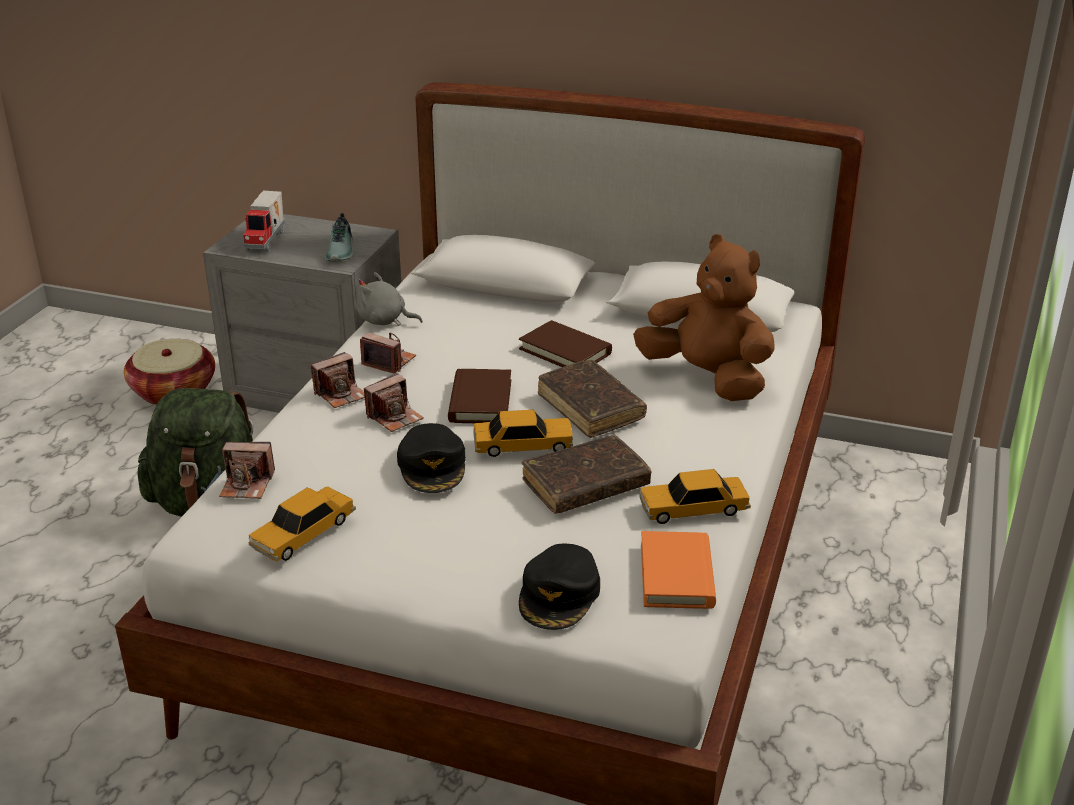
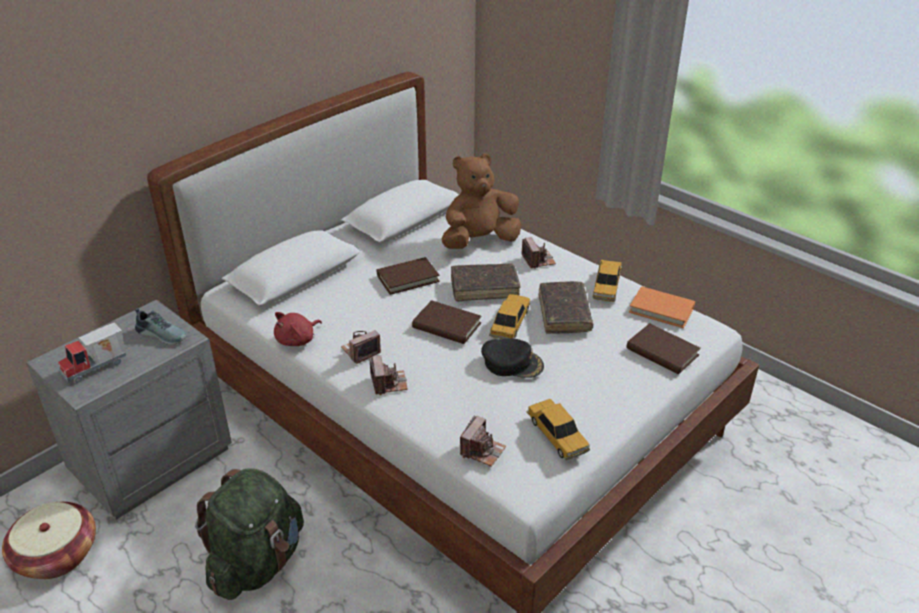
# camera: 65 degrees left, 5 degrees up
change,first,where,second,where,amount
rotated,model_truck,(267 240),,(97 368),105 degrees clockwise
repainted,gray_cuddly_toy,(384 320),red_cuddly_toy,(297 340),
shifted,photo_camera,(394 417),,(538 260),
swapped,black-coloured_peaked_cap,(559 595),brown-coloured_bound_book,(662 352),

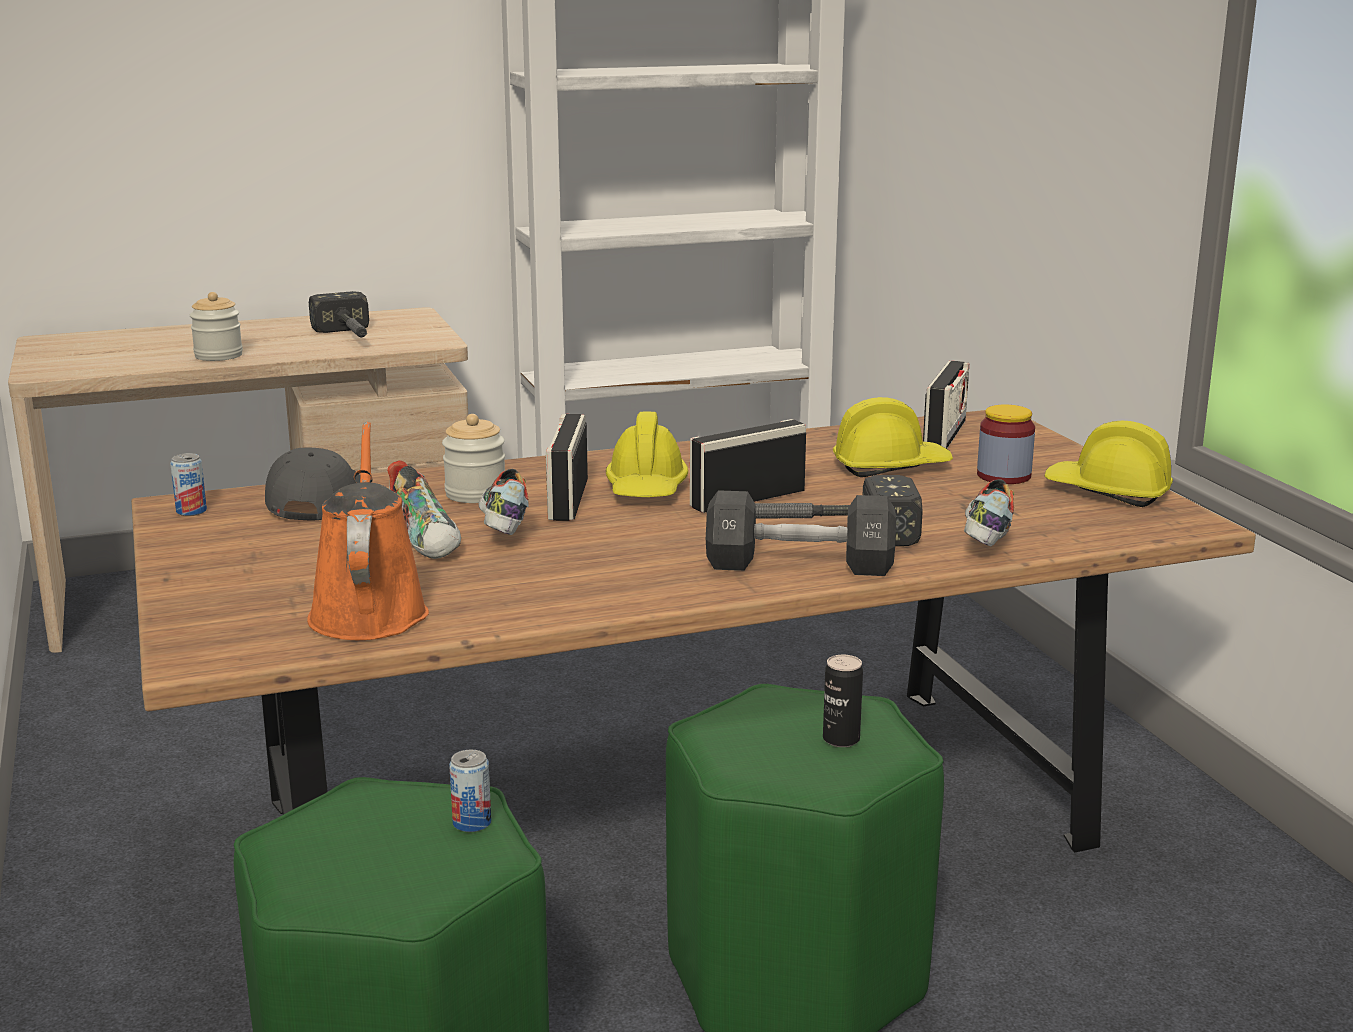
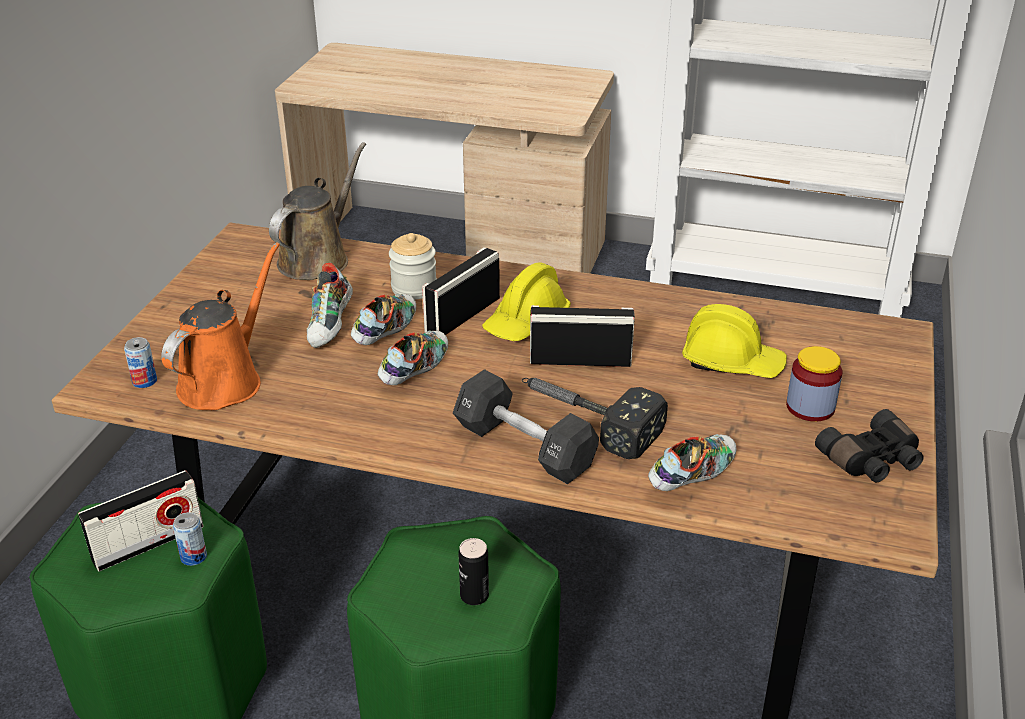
# camera: 35 degrees right, 15 degrees up
change,first,where,second,where,amount
shifted,sealed_can,(191 511),,(144 381),
gone,jar,(218 355),,,
swapped,gray_peaked_cap,(313 499),brown-coloured_sprinkling_can,(317 259),
gone,hammer,(350 337),,,
shifted,radio,(944 435),,(148 543),
swapped,yellow_safety_helmet,(1107 492),black-coloured_pair_of_binoculars,(872 461),
new,,,low_shoe,(415 371),

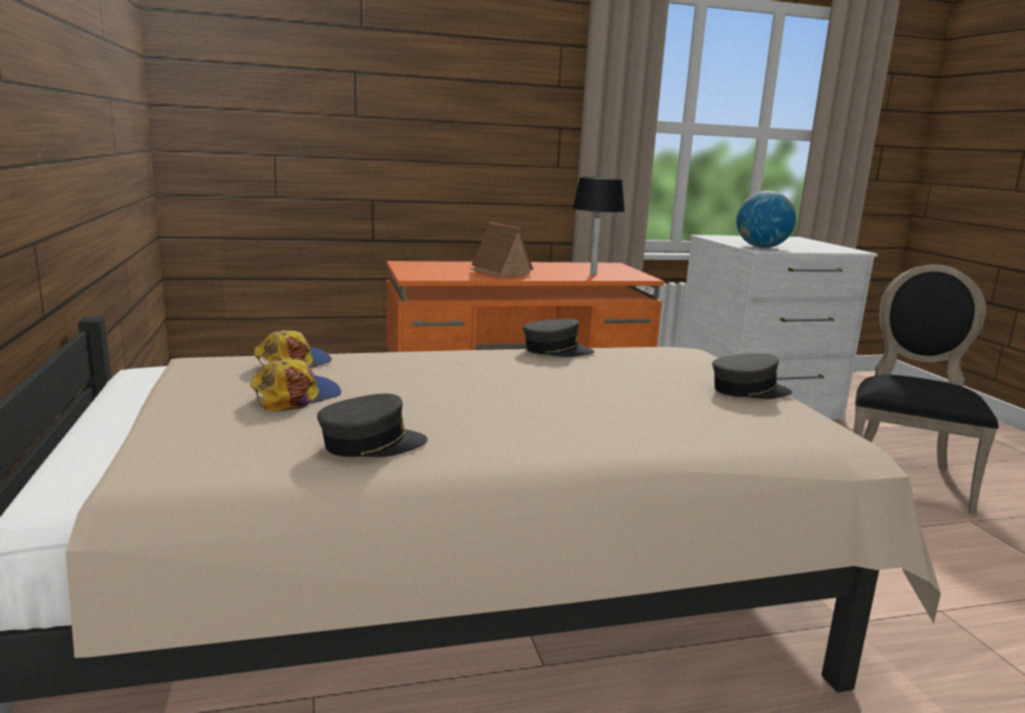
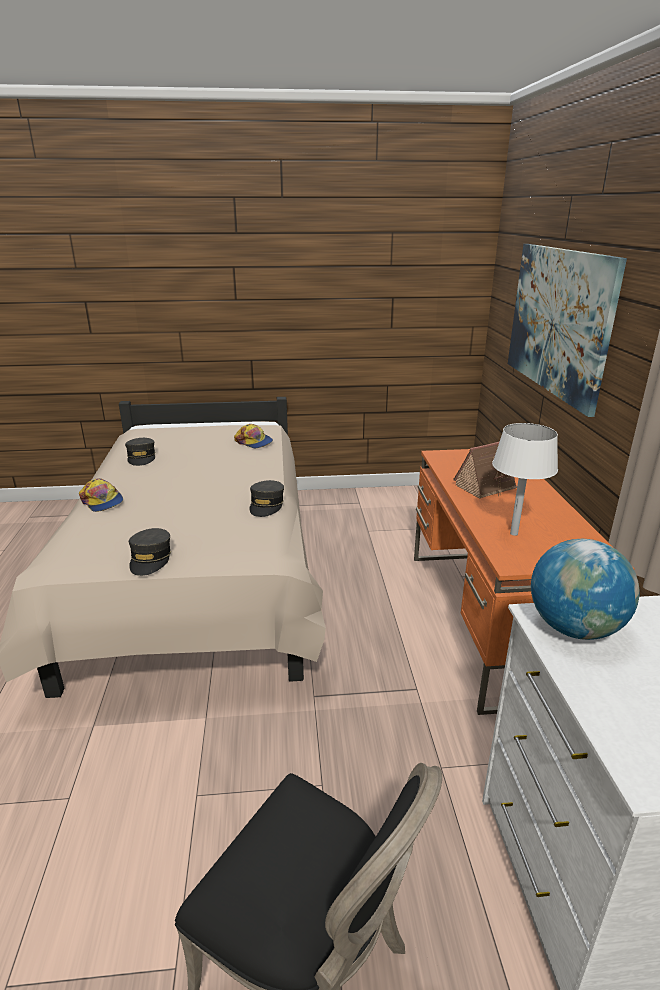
# camera: 100 degrees right, 10 degrees up
change,first,where,second,where,amount
shifted,peaked_cap,(296 396),,(102 501),
repainted,black-coloured_lamp_for_a_table,(593 274),white_lamp_for_a_table,(514 534),
new,,,wall_art,(558 321),

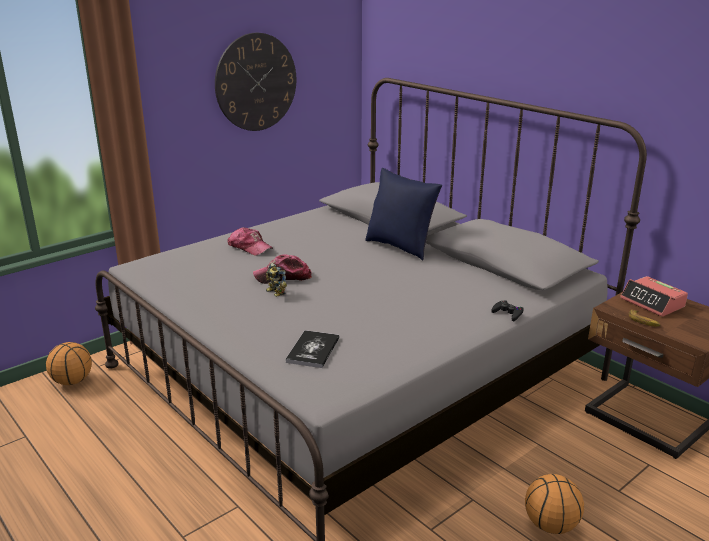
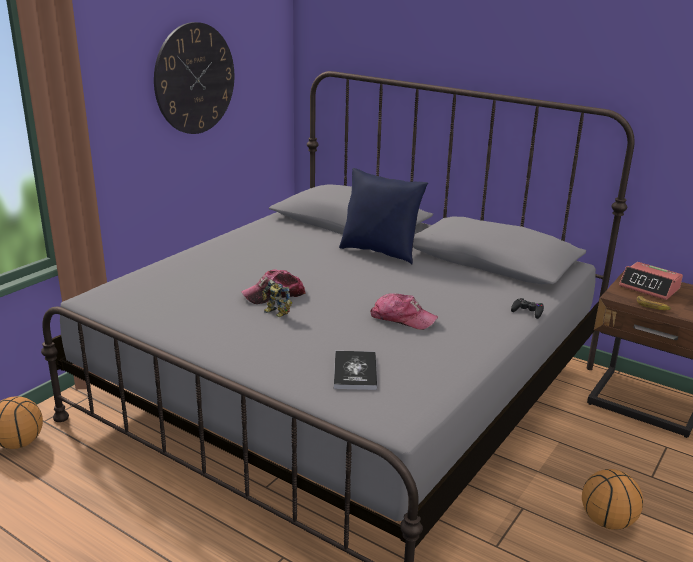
# camera: 15 degrees left, 0 degrees up
change,first,where,second,where,amount
shifted,peaked_cap,(249 247),,(402 318),

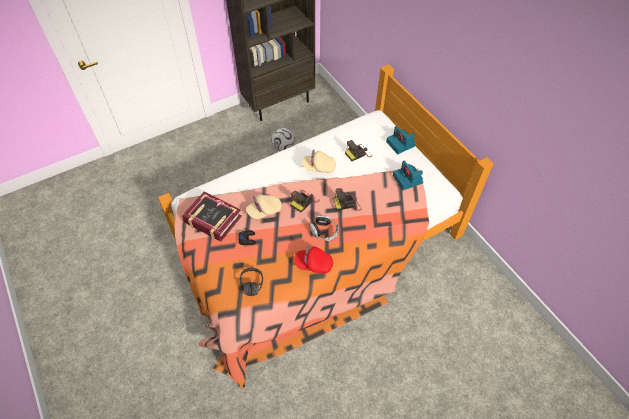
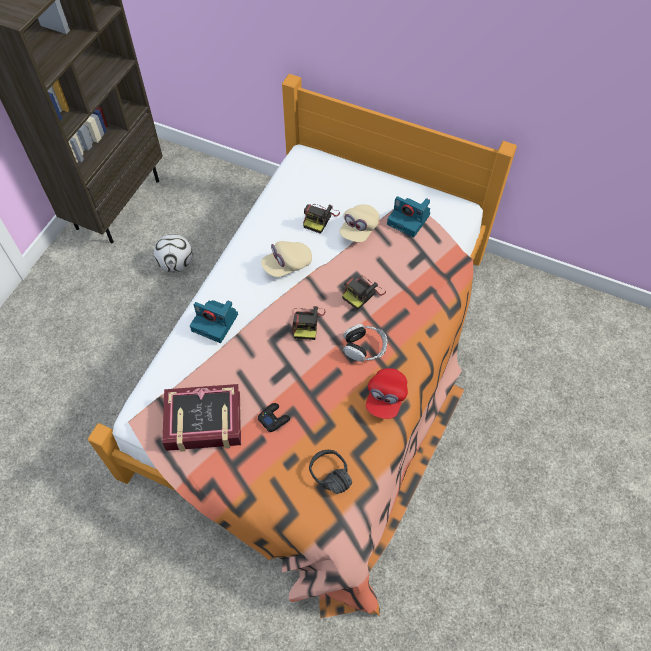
# camera: 35 degrees left, 5 degrees up
change,first,where,second,where,amount
shifted,beige-coloured_peaked_cap,(264 211),,(359 229),
rotated,red_peaked_cap,(313 264),,(385 398),45 degrees counterclockwise
shifted,photo_camera,(401 144),,(216 322),

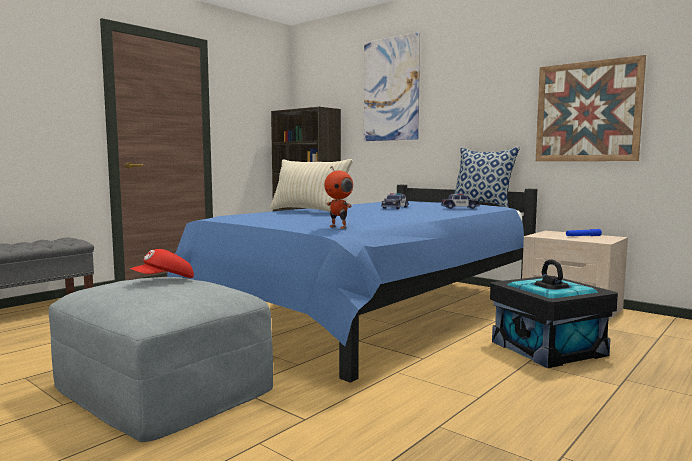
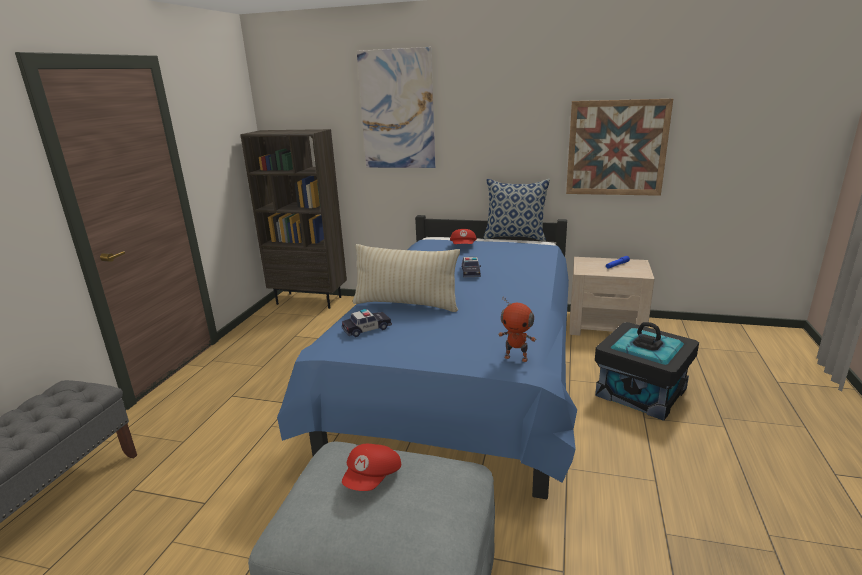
# camera: 25 degrees left, 15 degrees up
change,first,where,second,where,amount
shifted,toy_car,(460 207),,(367 329),
new,,,red_peaked_cap,(463 247),

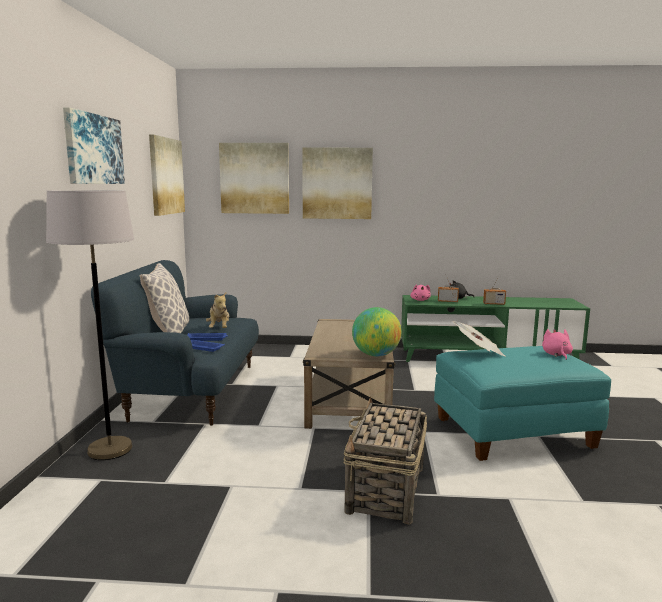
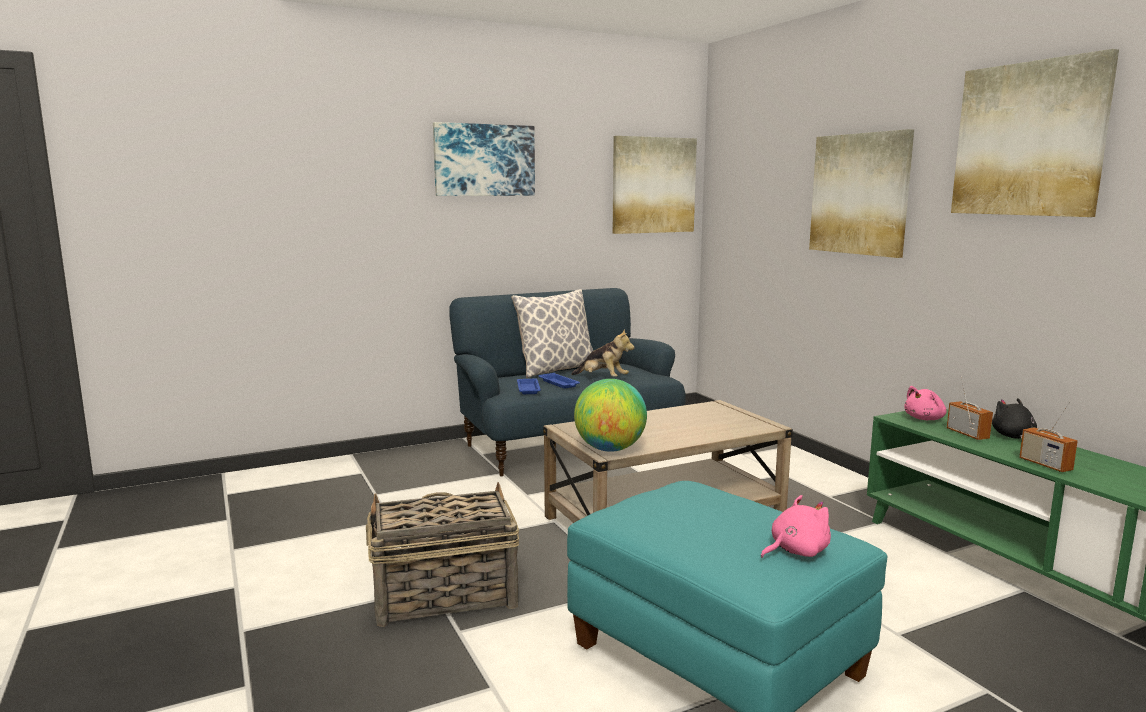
# camera: 60 degrees right, 0 degrees up
change,first,where,second,where,amount
gone,gray_standing_lamp,(110 449),,,
rotated,cuddly_toy,(219 328),,(602 379),105 degrees counterclockwise
shifted,wall_art,(254 178),,(1029 139),
gone,newspaper,(478 352),,,

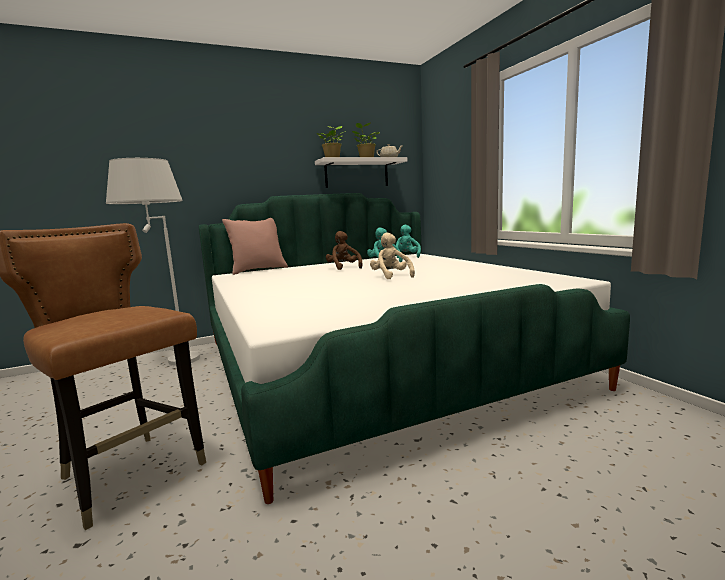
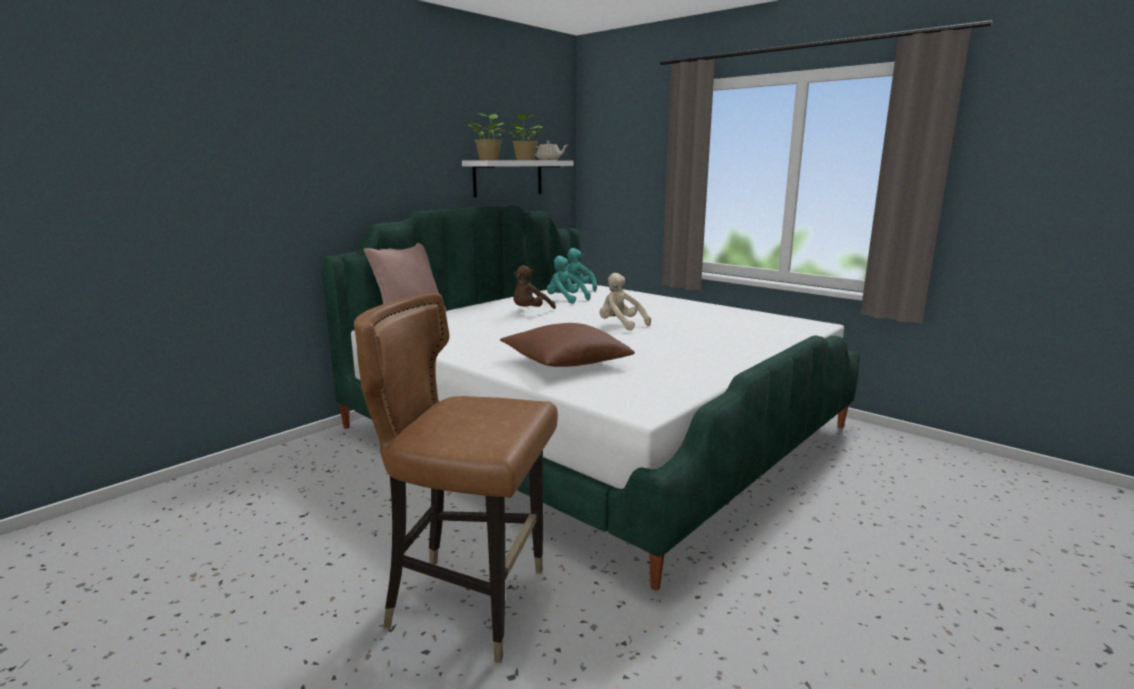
# camera: 25 degrees left, 5 degrees up
change,first,where,second,where,amount
gone,white_standing_lamp,(170 366),,,
rotated,brown-coloured_cuddly_toy,(343 268),,(530 311),90 degrees counterclockwise
new,,,brown-coloured_pillow,(565 362),

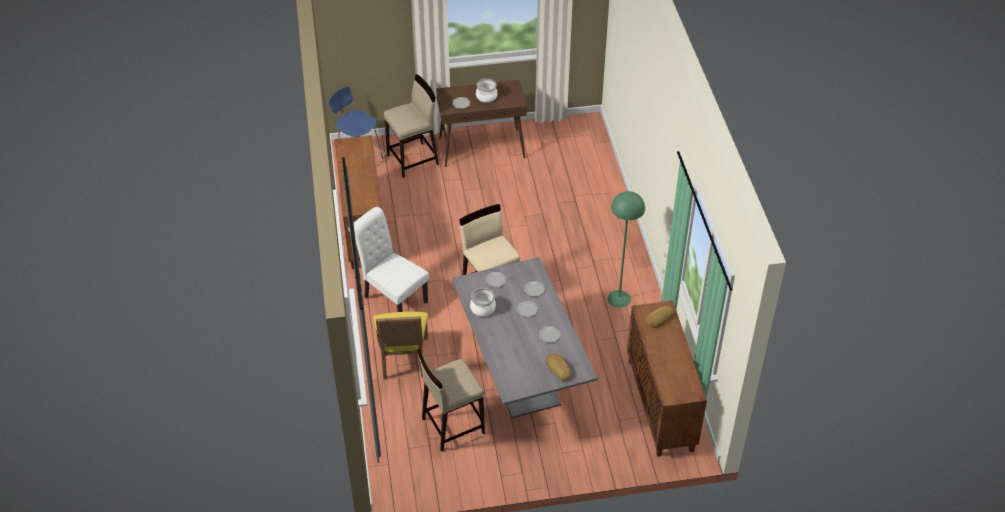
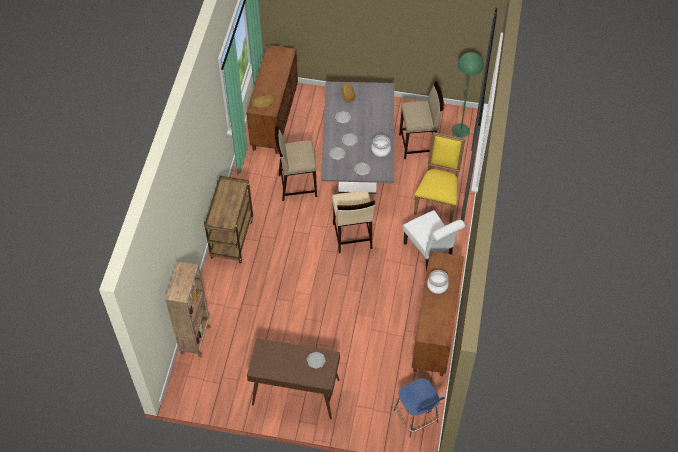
# camera: 160 degrees left, 10 degrees up
change,first,where,second,where,amount
shifted,beige-coloured_stool_seat,(413 160),,(297 185),
shifted,saucepot,(486 96),,(437 286),
shifted,green-coloured_standing_lamp,(619 299),,(461 130),
new,,,brown-coloured_bookshelf,(196 339),
new,,,brown-coloured_wheeled_cart,(231 237),

